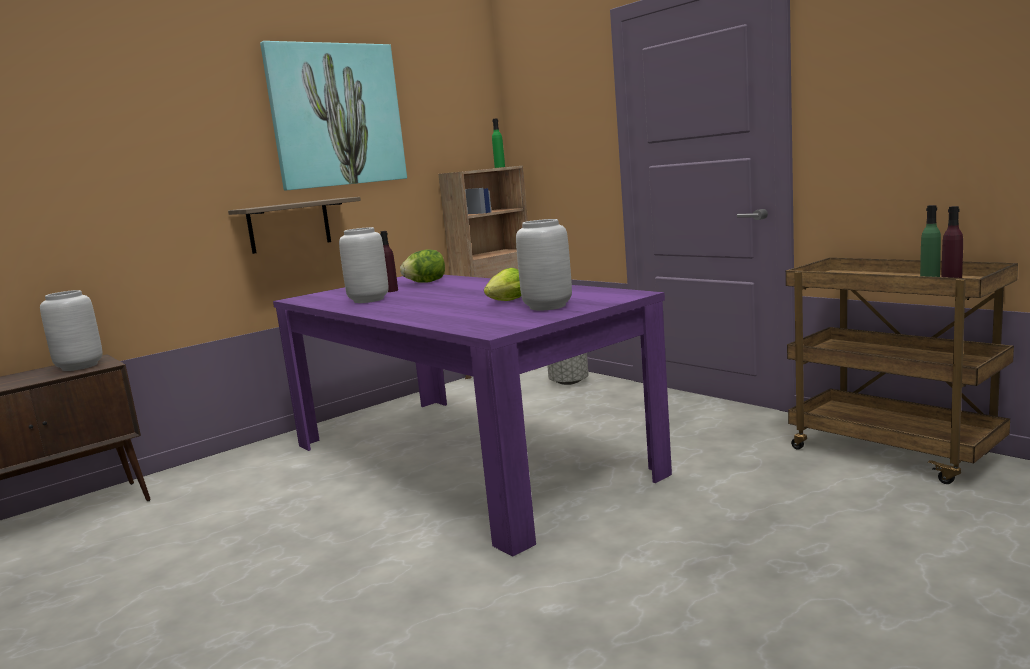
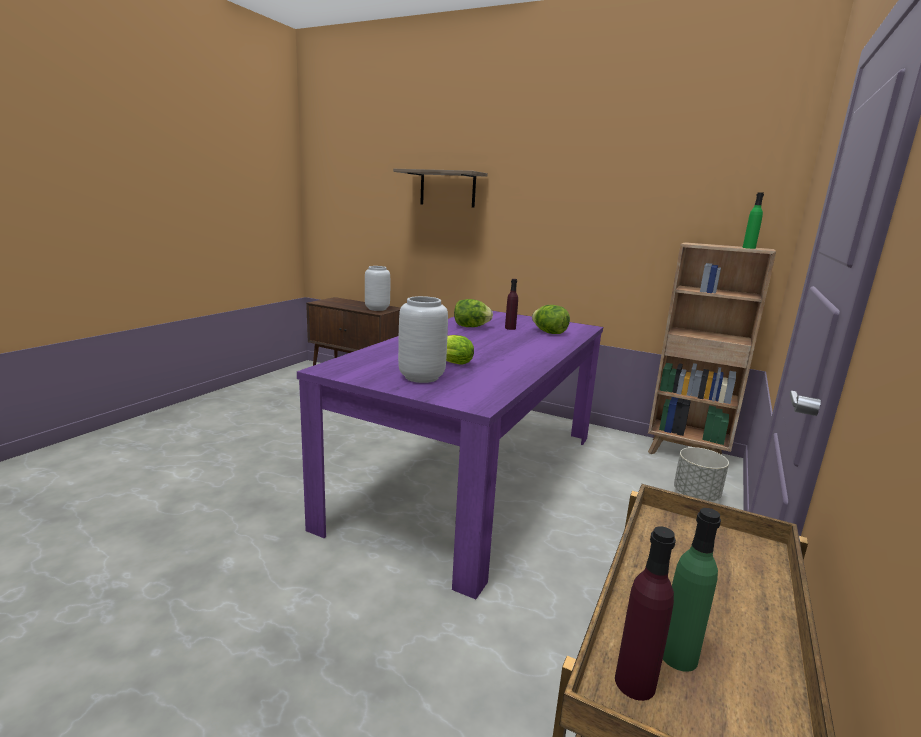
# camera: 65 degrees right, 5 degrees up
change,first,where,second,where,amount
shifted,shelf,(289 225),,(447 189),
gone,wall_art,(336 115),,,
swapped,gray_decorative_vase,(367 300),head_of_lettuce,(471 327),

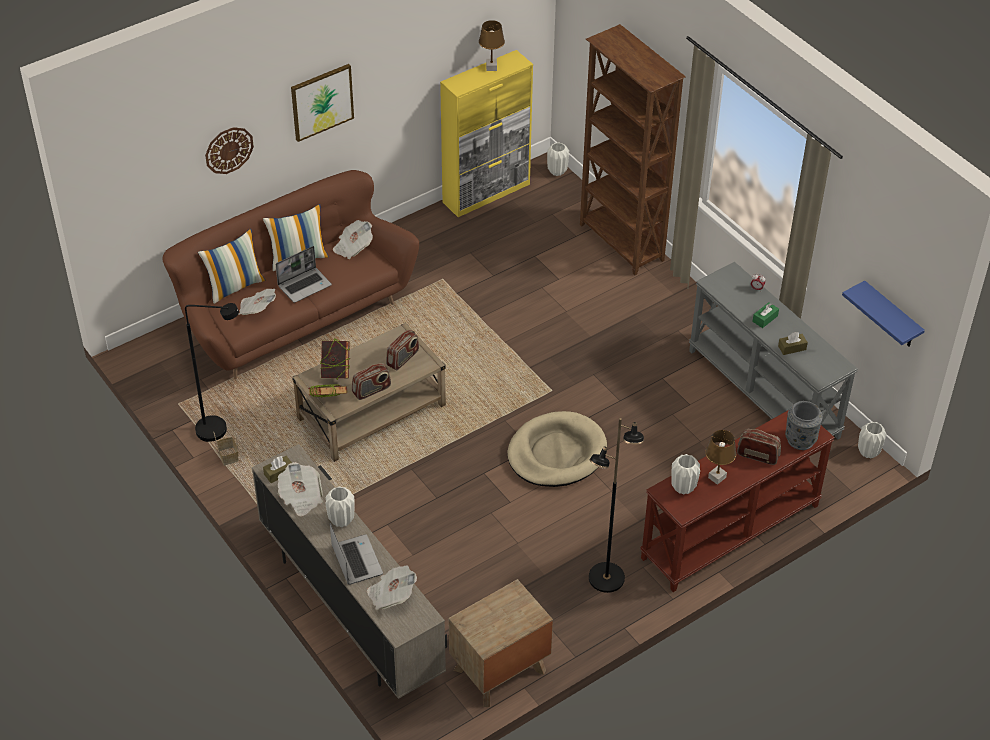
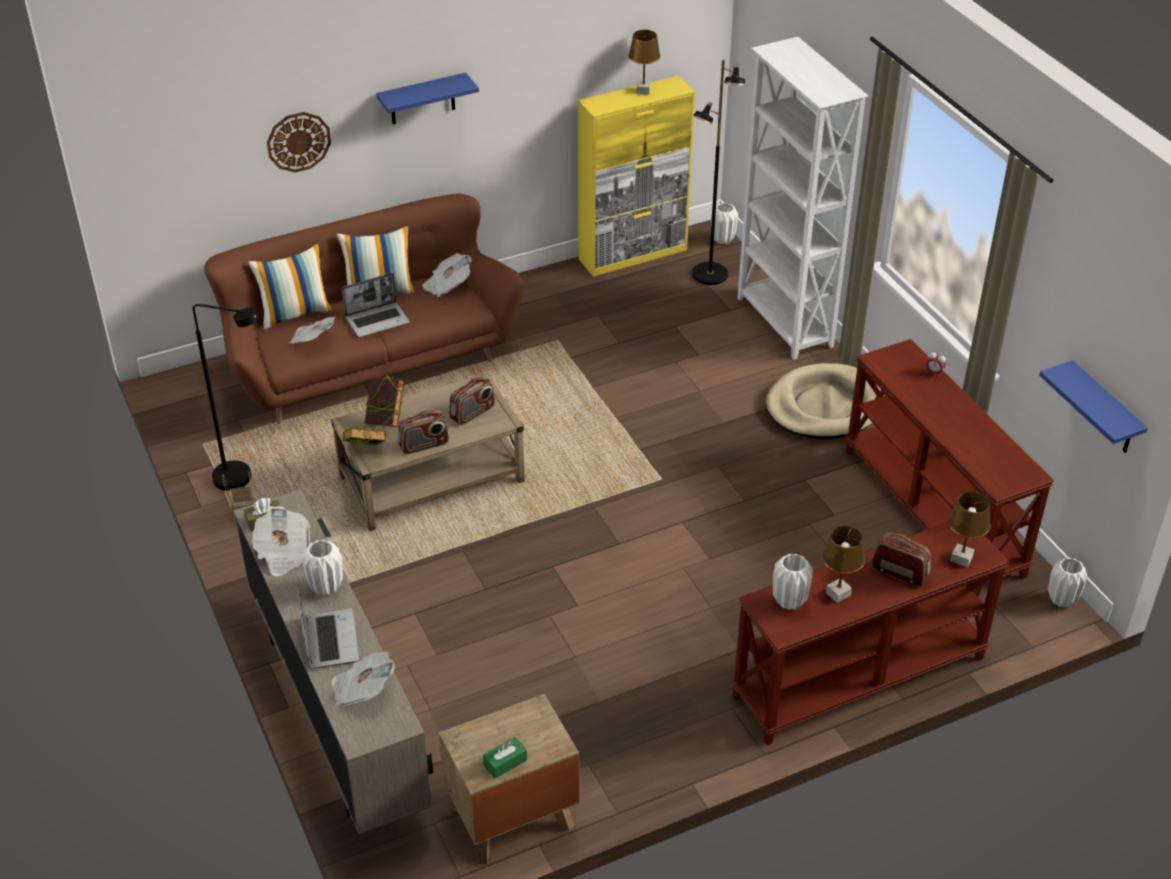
# camera: 10 degrees right, 5 degrees down
change,first,where,second,where,amount
swapped,wall_art,(322 101),bluish_shelf,(422 99),
shifted,beige-coloured_dog_cushion,(556 453),,(824 406),
repainted,brown-coloured_bookshelf,(621 243),white_bookshelf,(784 323),
shifted,black-coloured_standing_lamp,(606 578),,(709 275),
repainted,gray_console_table,(764 393),brown-coloured_console_table,(934 512),
shifted,green-coloured_tissue_box,(765 319),,(505 762),
gone,brown-coloured_tissue_box,(792 348),,,
swapped,gray_decorative_vase,(800 439),brown-coloured_lamp_for_a_table,(961 559),

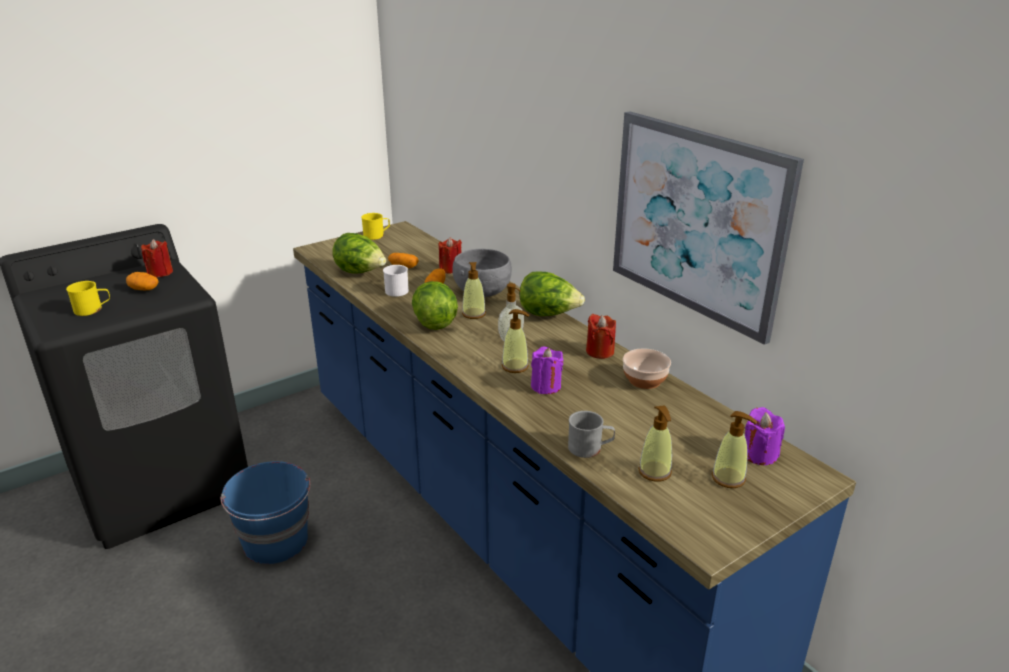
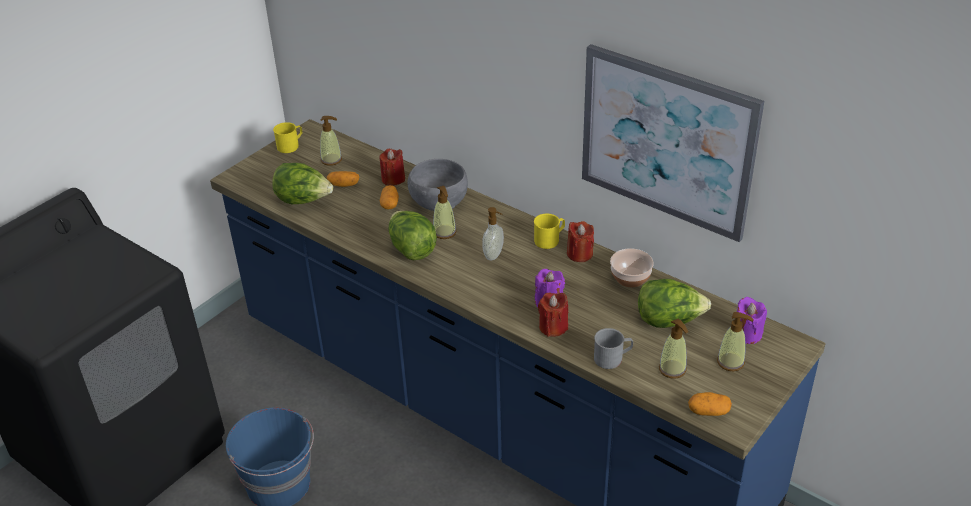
# camera: 15 degrees left, 10 degrees up
change,first,where,second,where,amount
shifted,yellow_coffee_mug,(93 309),,(550 239),
shifted,spud,(144 289),,(708 411),
shifted,red_wax_light,(160 273),,(553 327),
gone,white_coffee_mug,(396 289),,,
shifted,liquid_soap_bottle,(515 366),,(331 160),
shifted,head_of_lettuce,(549 314),,(669 321),

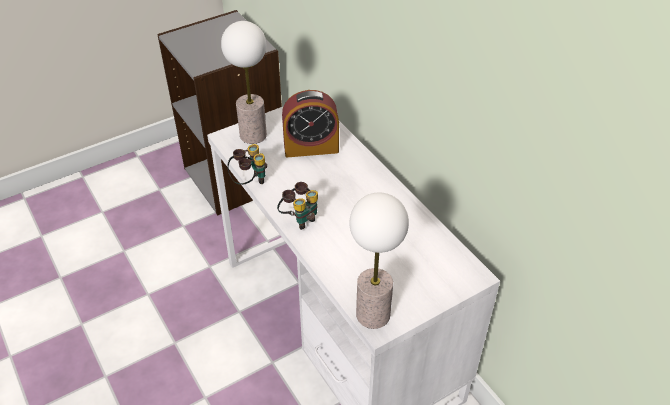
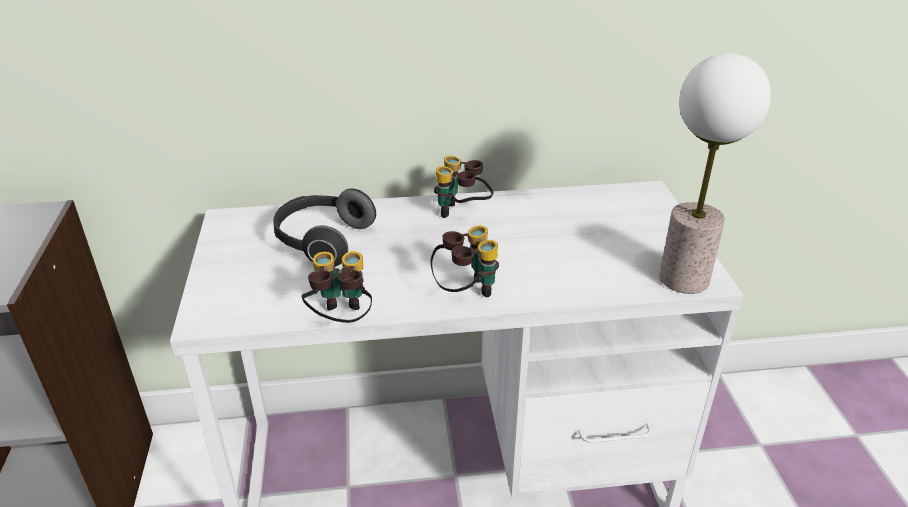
# camera: 65 degrees left, 10 degrees down
change,first,where,second,where,amount
gone,lamp_for_a_table,(253 135),,,
swapped,table_clock,(311 147),headphones,(322 241),
new,,,pair_of_binoculars,(462 213),

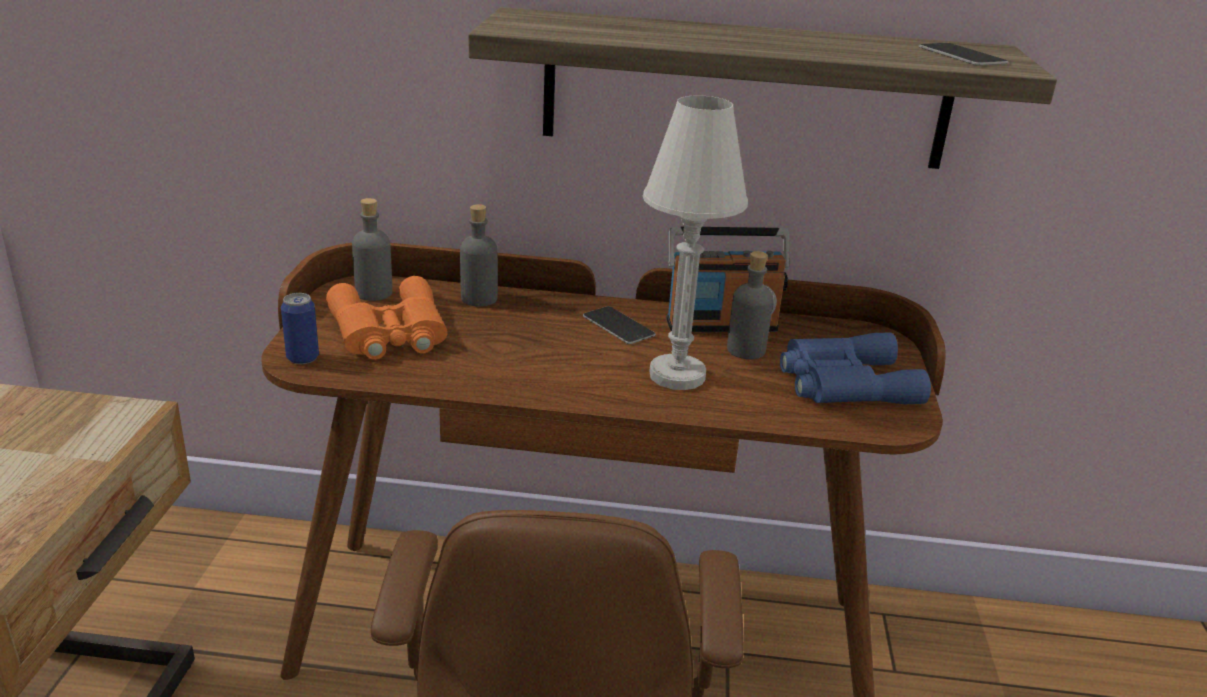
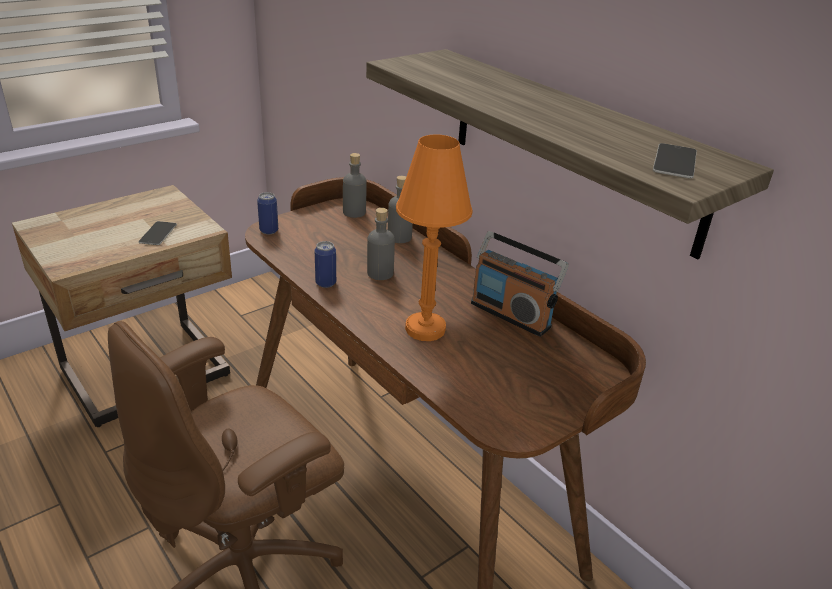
# camera: 45 degrees right, 5 degrees up
change,first,where,second,where,amount
gone,orangey_pair_of_binoculars,(389 333),,,
shifted,phone,(618 325),,(158 233),
repainted,white_lamp_for_a_table,(677 375),orangey_lamp_for_a_table,(425 329),
shifted,gray_beverage_bottle,(746 350),,(380 273),
gone,bluish_pair_of_binoculars,(843 382),,,
new,,,sealed_can,(325 283),

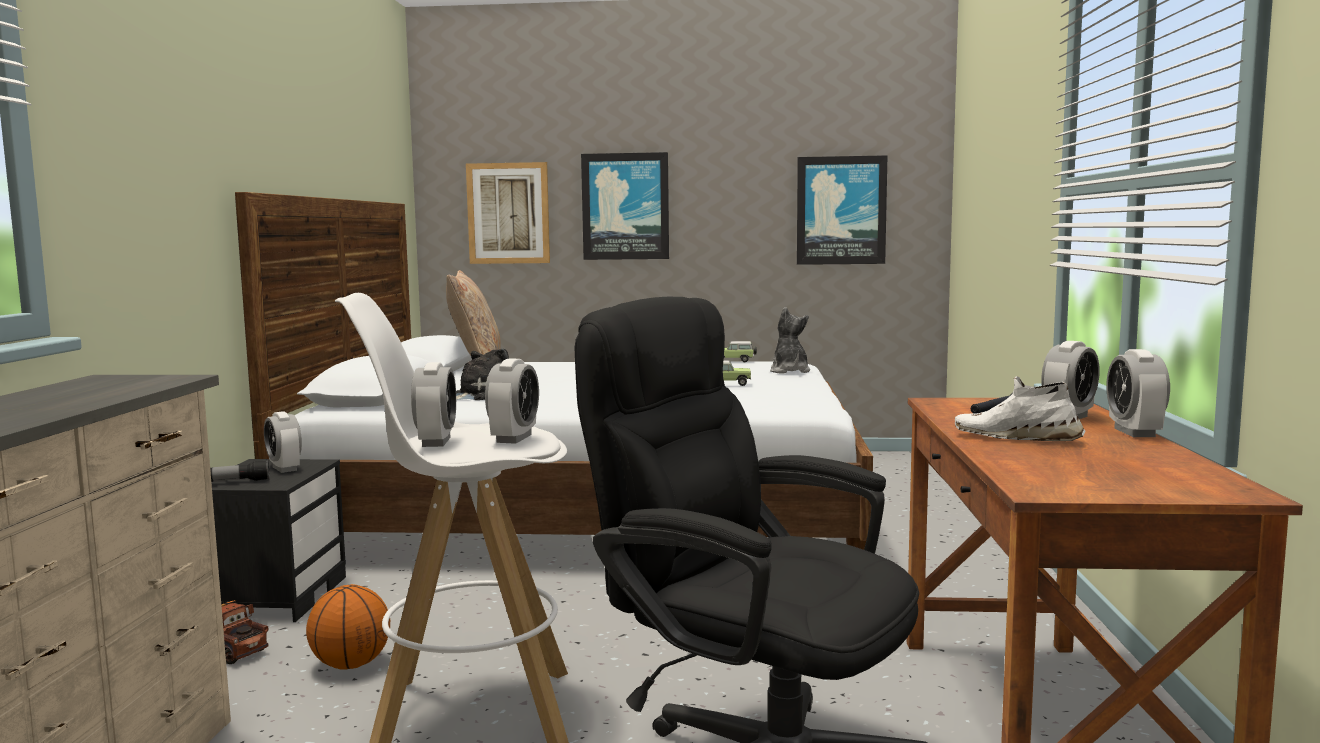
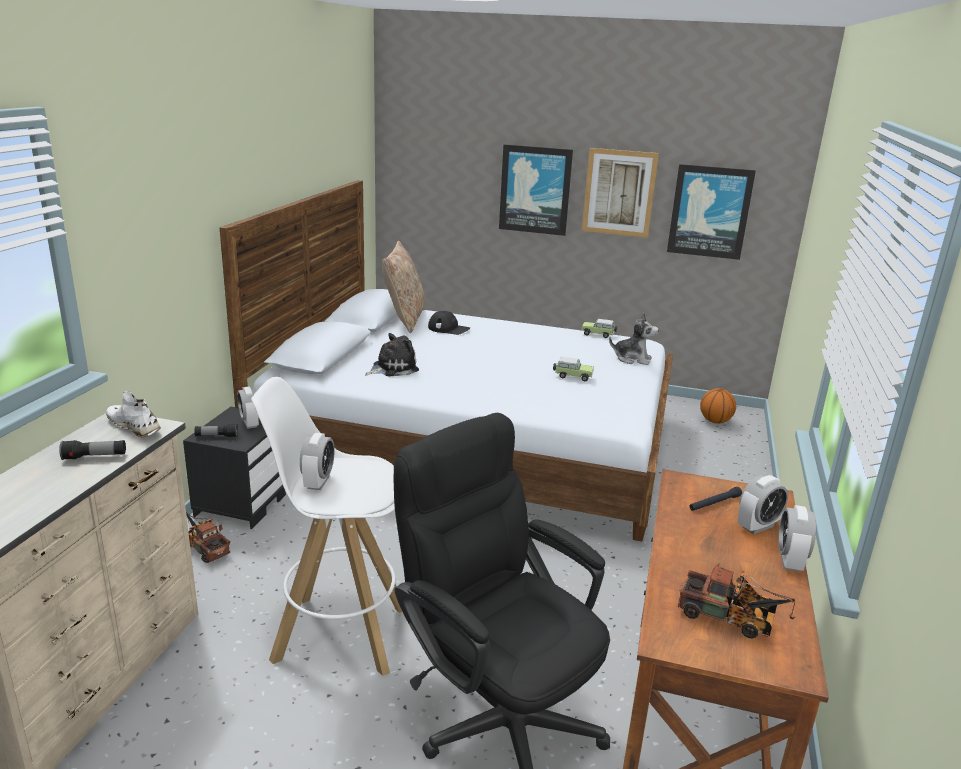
# camera: 10 degrees right, 15 degrees up
change,first,where,second,where,amount
shifted,basketball,(351 665),,(715 421),
shifted,wall_art,(508 213),,(619 192),
gone,table_clock,(514 438),,,
rotated,cuddly_toy,(789 371),,(632 359),105 degrees clockwise
shifted,white_low_shoe,(1017 438),,(135 426),
new,,,torch,(95 457),
new,,,black-coloured_peaked_cap,(449 328),
new,,,model_truck,(731 619),

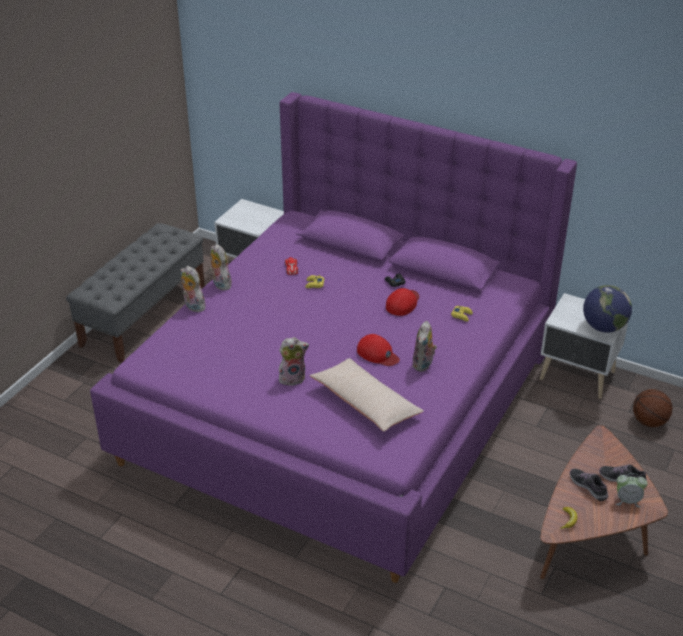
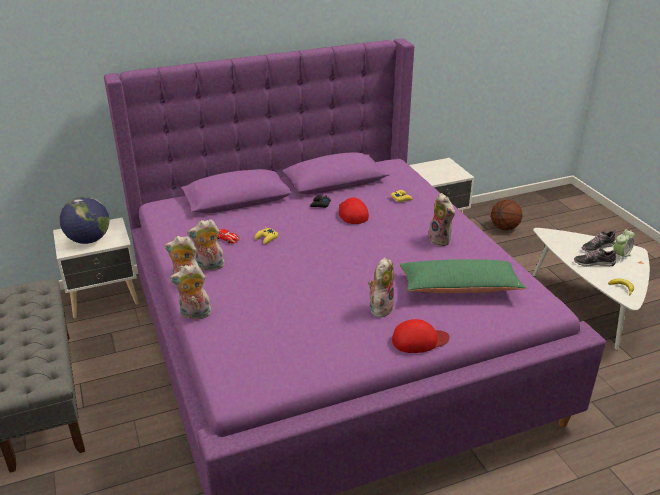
# camera: 50 degrees left, 5 degrees down
change,first,where,second,where,amount
repainted,beige-coloured_pillow,(365 403),green-coloured_pillow,(459 287),
shifted,red_peaked_cap,(377 354),,(419 340),
repainted,brown-coloured_low_table,(592 534),white_low_table,(589 304),
shifted,desk_globe,(603 327),,(89 240),
new,,,cuddly_toy,(209 267),

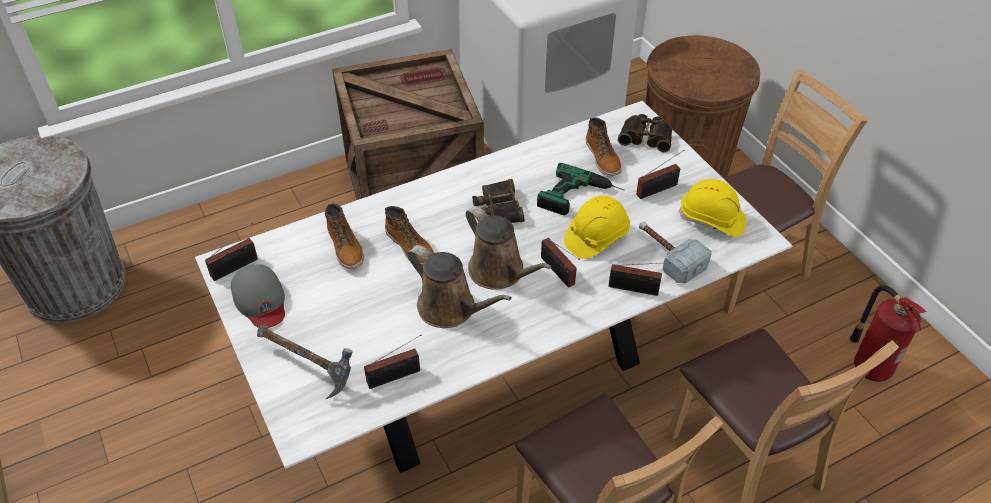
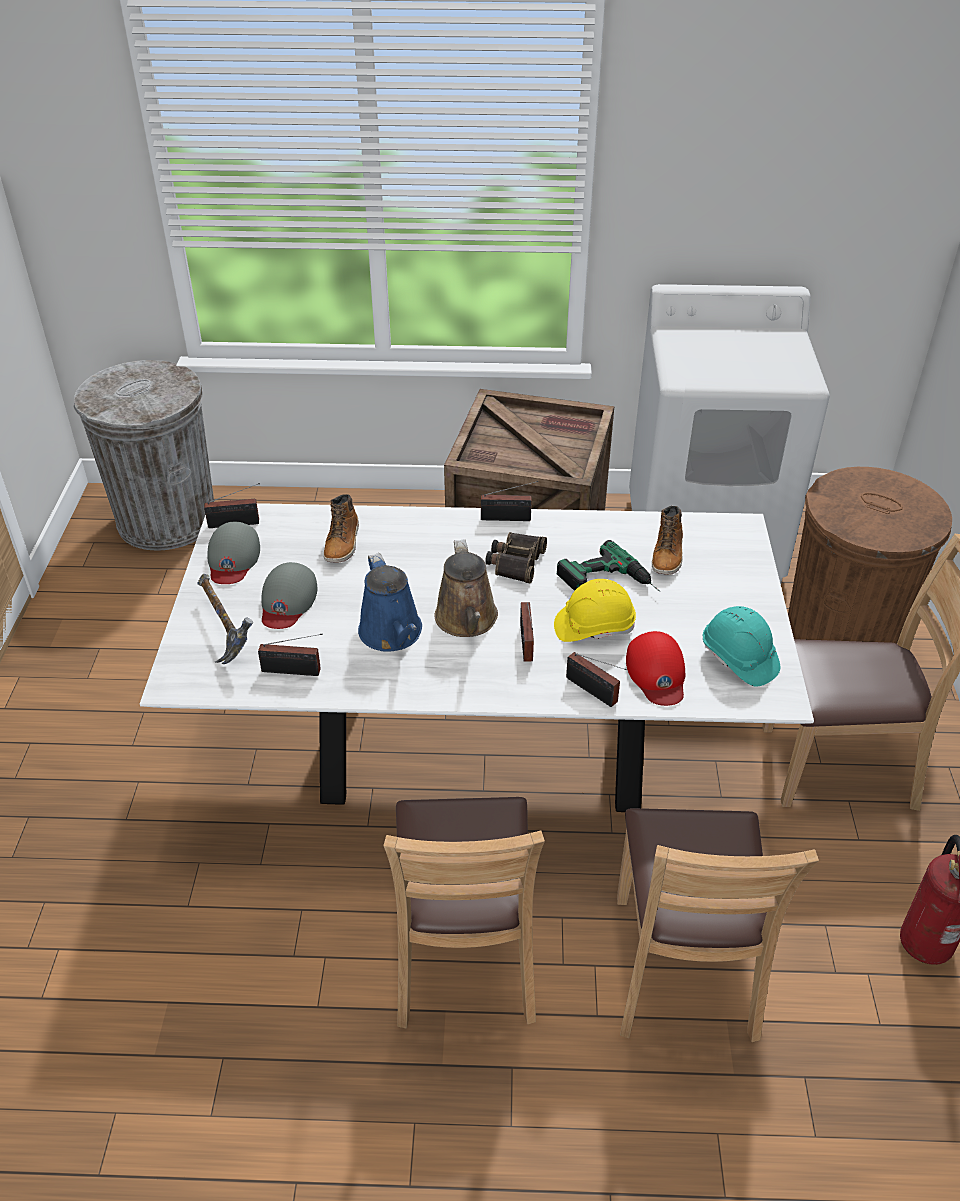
# camera: 30 degrees right, 5 degrees down
change,first,where,second,where,amount
gone,high-top_boot,(411 247),,,
repainted,brown-coloured_sprinkling_can,(451 309),bluish_sprinkling_can,(392 634),
gone,pair_of_binoculars,(646 137),,,
shifted,radio,(659 189),,(508 518),
swapped,hammer,(667 255),red_peaked_cap,(656 673),
repainted,yellow_safety_helmet,(711 220),turquoise_safety_helmet,(738 658),
new,,,gray_peaked_cap,(287 601),

